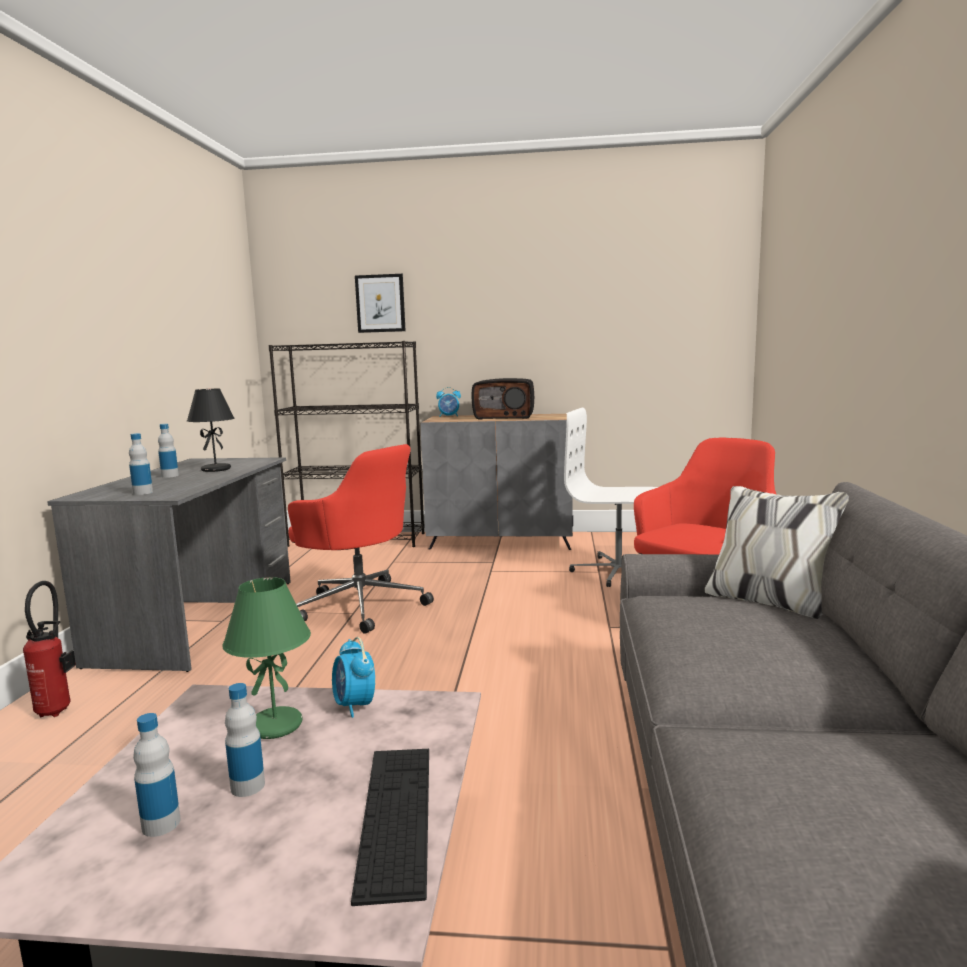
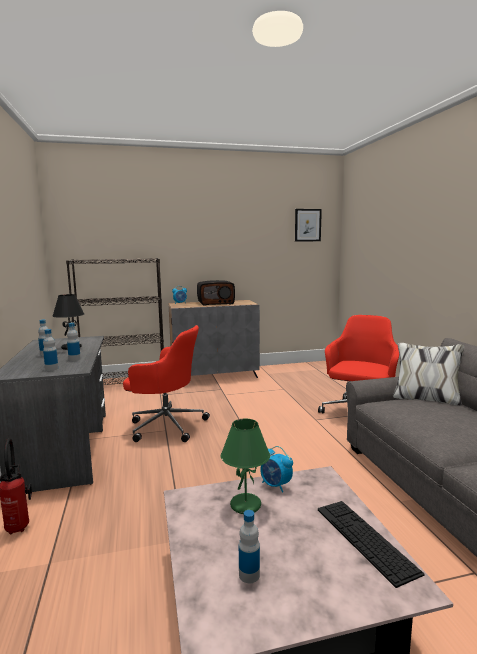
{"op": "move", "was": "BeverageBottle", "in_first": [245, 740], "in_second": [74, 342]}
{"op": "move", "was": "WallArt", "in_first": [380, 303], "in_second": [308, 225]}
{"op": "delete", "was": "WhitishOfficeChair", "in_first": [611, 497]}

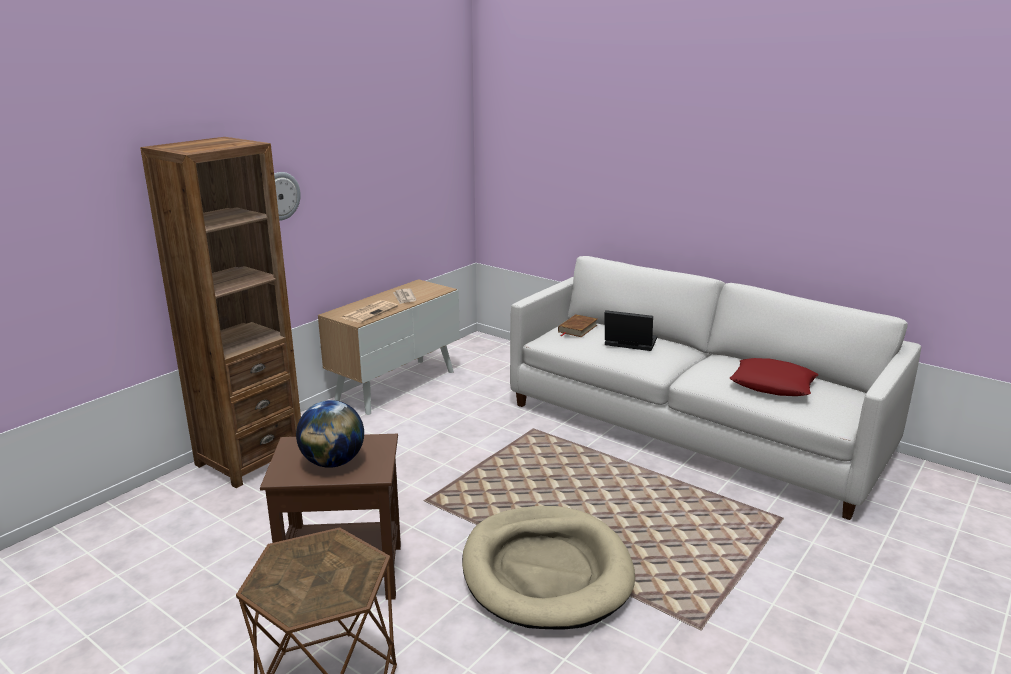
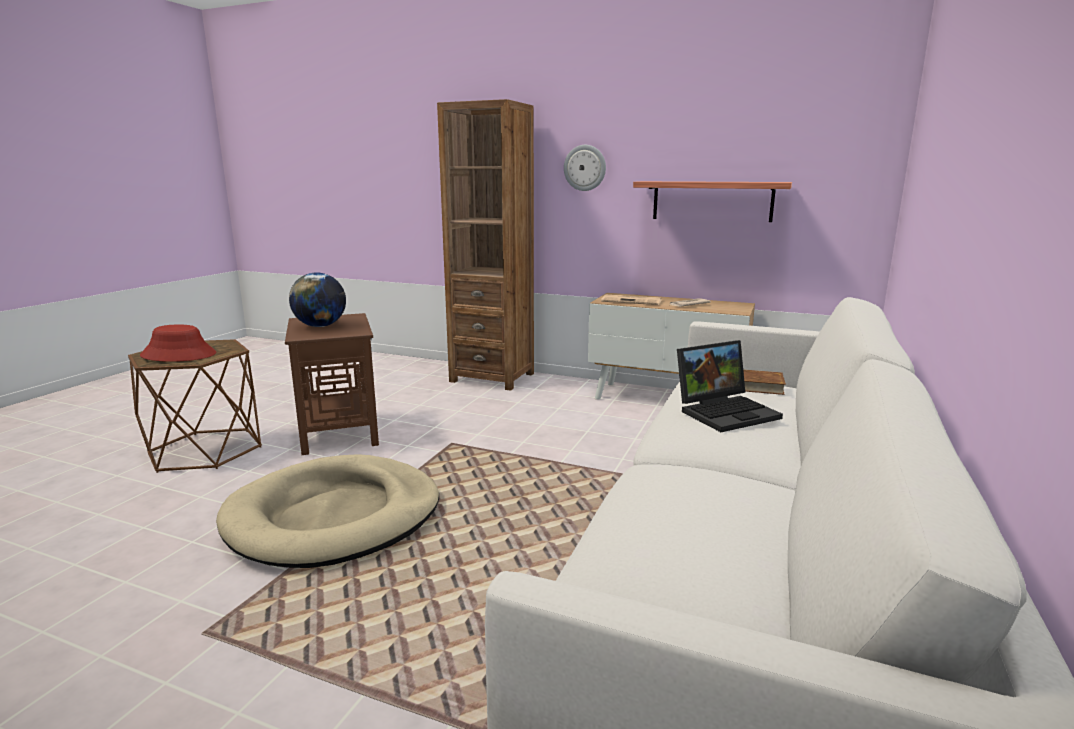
{"op": "insert", "now": "RedWearableHat", "in_second": [178, 343]}
{"op": "insert", "now": "Shelf", "in_second": [712, 201]}
{"op": "rotate", "was": "Laptop", "in_first": [630, 330], "in_second": [730, 386], "clockwise": 60}
{"op": "delete", "was": "RedPillow", "in_first": [774, 377]}

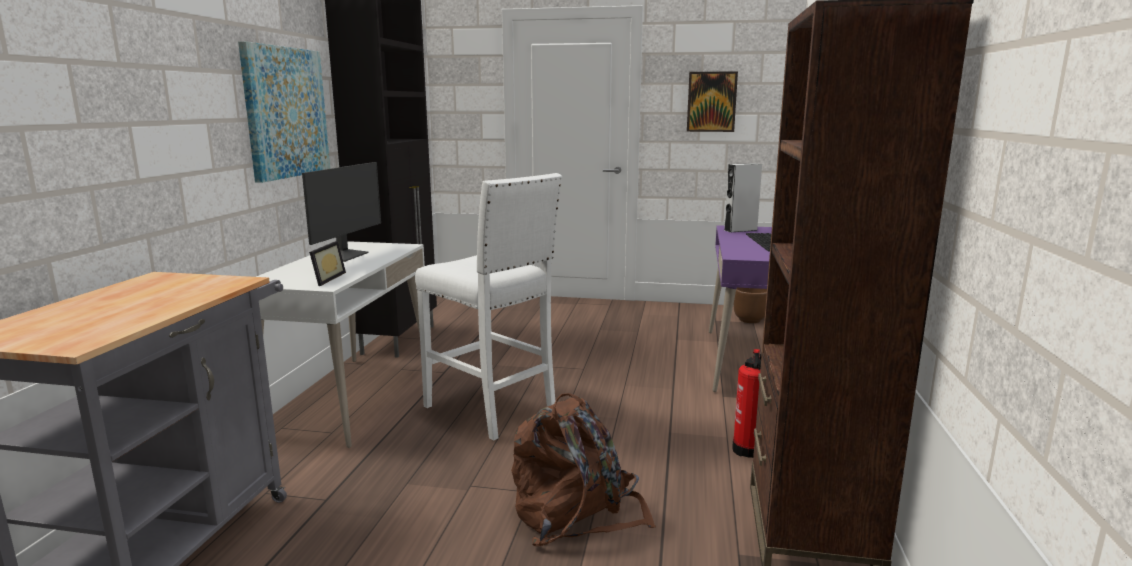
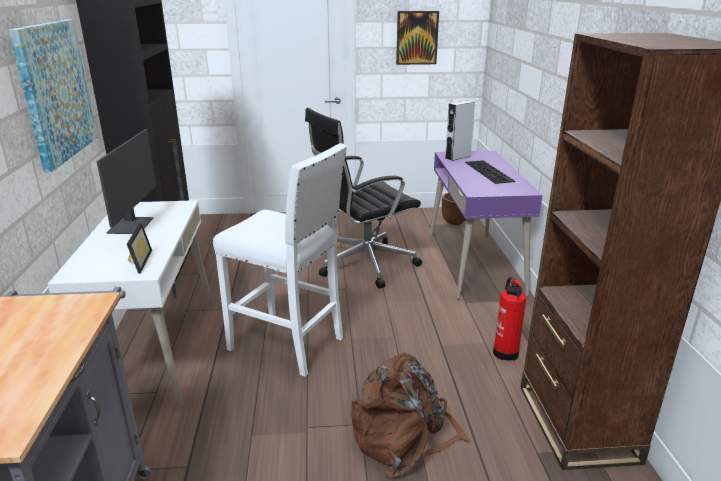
{"op": "insert", "now": "BlackColouredOfficeChair", "in_second": [363, 198]}

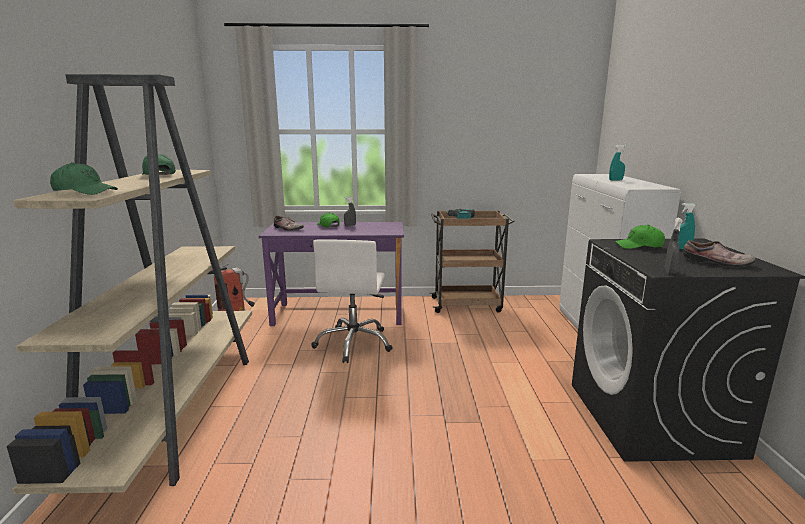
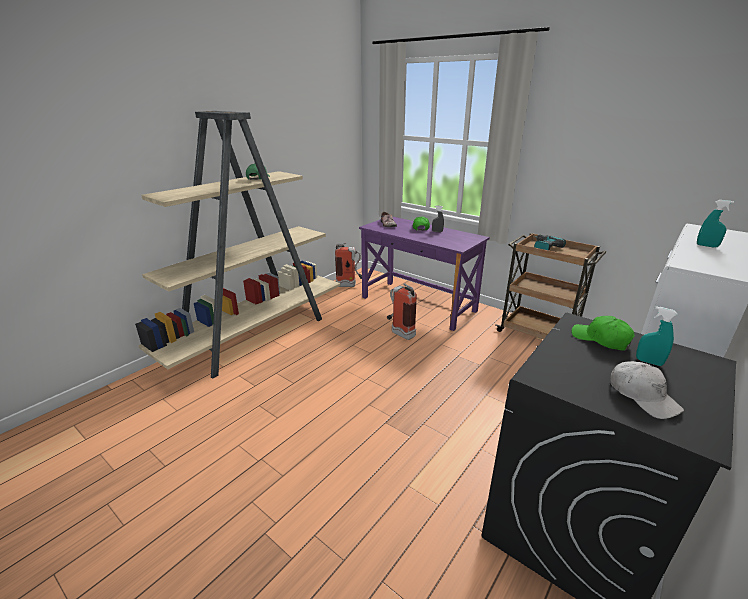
{"op": "replace", "was": "WhitishOfficeChair", "now": "FireExtinguisher", "in_first": [352, 301], "in_second": [402, 311]}
{"op": "replace", "was": "ItemOfFootwear", "now": "WhitishBaseballCap", "in_first": [719, 253], "in_second": [647, 390]}
{"op": "delete", "was": "GreenishBaseballCap", "in_first": [84, 178]}
{"op": "delete", "was": "GraySprayBottle", "in_first": [674, 246]}

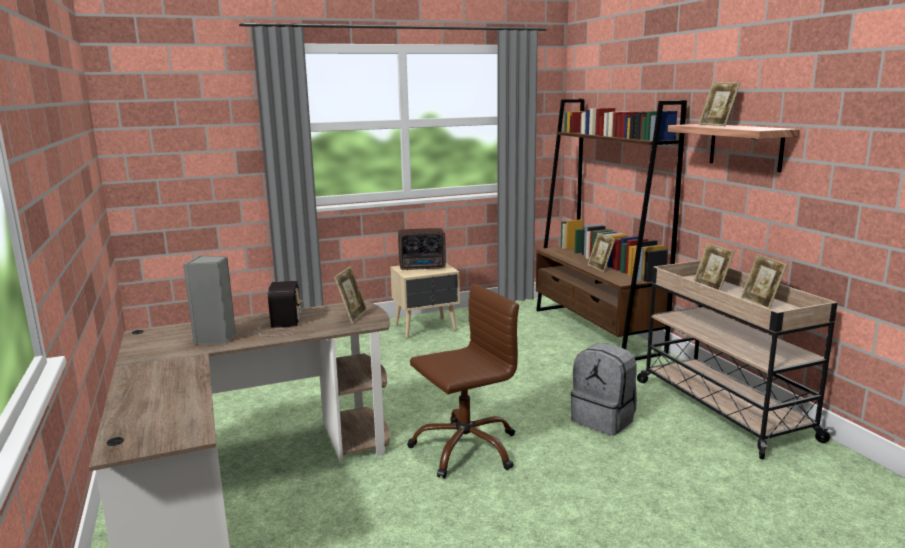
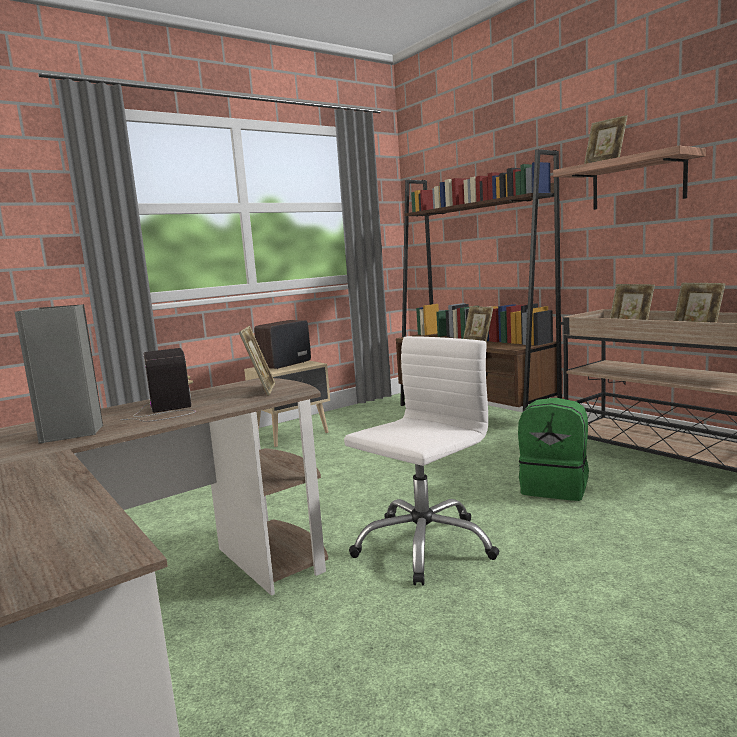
{"op": "rotate", "was": "RadioReceiver", "in_first": [422, 249], "in_second": [282, 344], "clockwise": 150}
{"op": "recolor", "was": "BrownishOfficeChair", "now": "WhitishOfficeChair", "in_first": [463, 381], "in_second": [422, 460]}
{"op": "recolor", "was": "GrayRucksack", "now": "GreenishRucksack", "in_first": [604, 389], "in_second": [553, 449]}

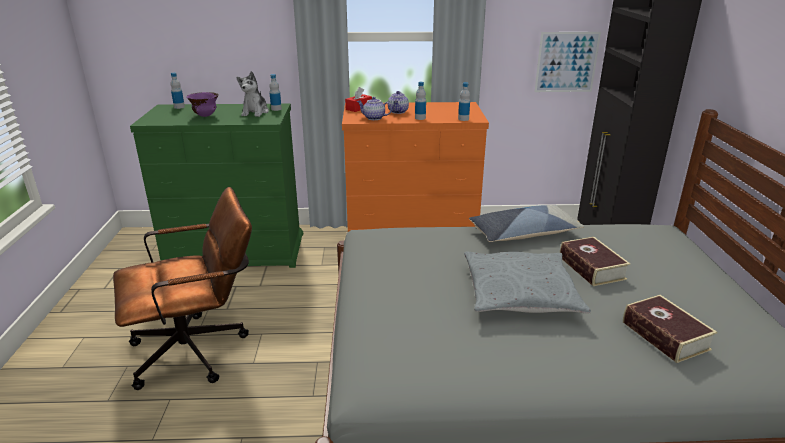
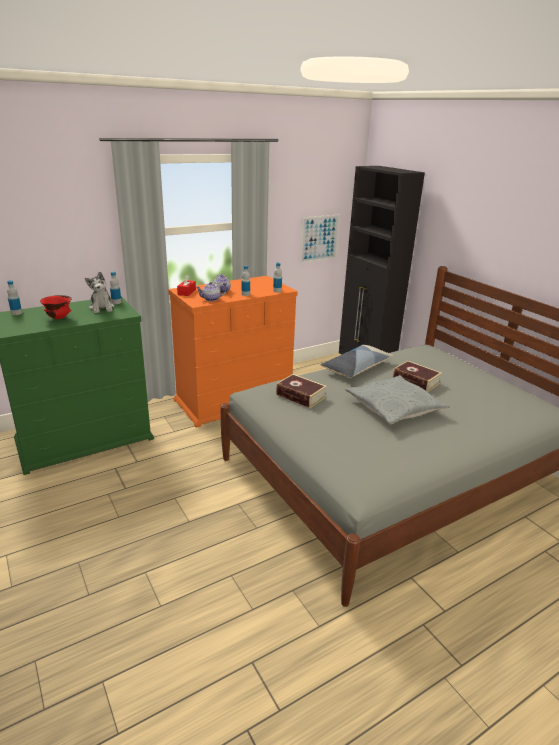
{"op": "recolor", "was": "PurpleColouredBowl", "now": "RedBowl", "in_first": [202, 104], "in_second": [56, 307]}
{"op": "move", "was": "Volume", "in_first": [670, 329], "in_second": [301, 391]}
{"op": "delete", "was": "BrownishOfficeChair", "in_first": [182, 288]}

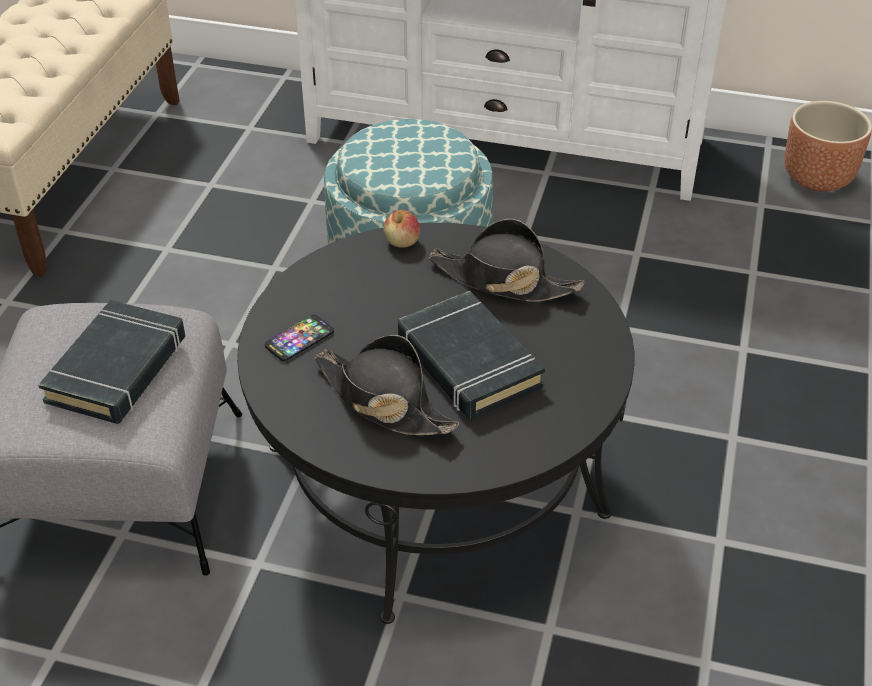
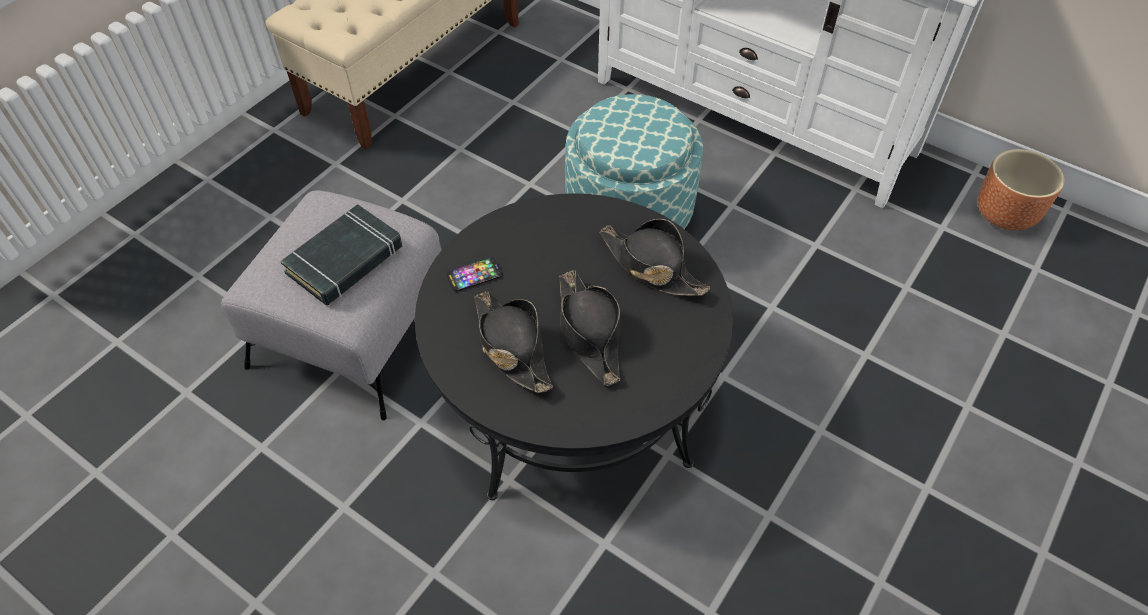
{"op": "replace", "was": "BlackColouredVolume", "now": "BlackColouredWearableHat", "in_first": [471, 355], "in_second": [589, 328]}
{"op": "delete", "was": "Apple", "in_first": [402, 229]}

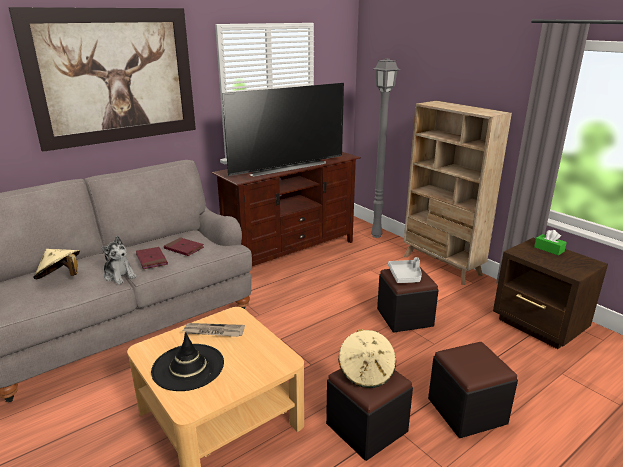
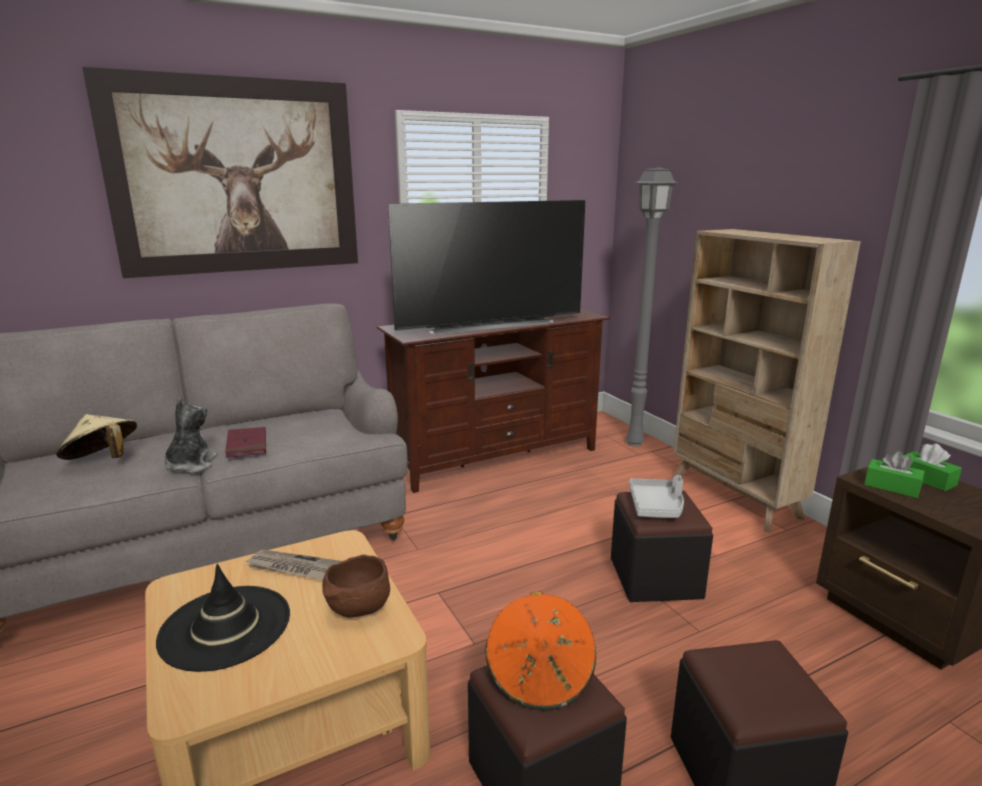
{"op": "rotate", "was": "CuddlyToy", "in_first": [119, 260], "in_second": [191, 435], "clockwise": -135}
{"op": "insert", "now": "BrownishBowl", "in_second": [356, 585]}
{"op": "recolor", "was": "SandColouredWearableHat", "now": "OrangeWearableHat", "in_first": [367, 358], "in_second": [540, 651]}
{"op": "insert", "now": "GreenishTissueHolder", "in_second": [894, 474]}
{"op": "delete", "was": "RedVolume", "in_first": [184, 246]}

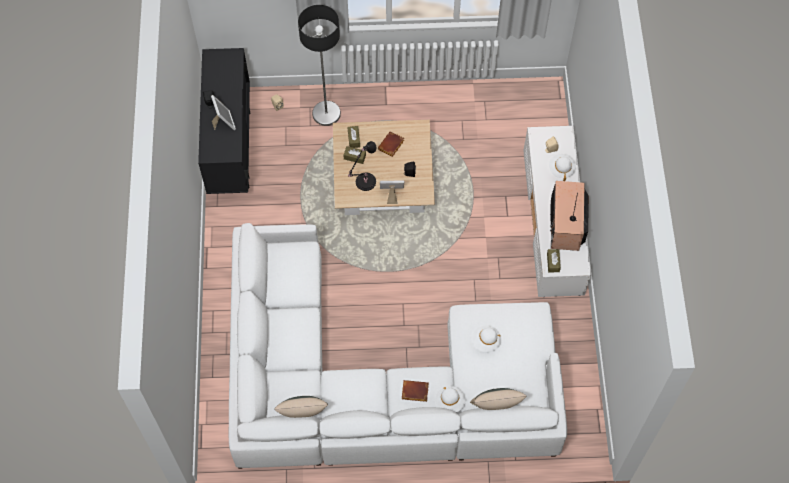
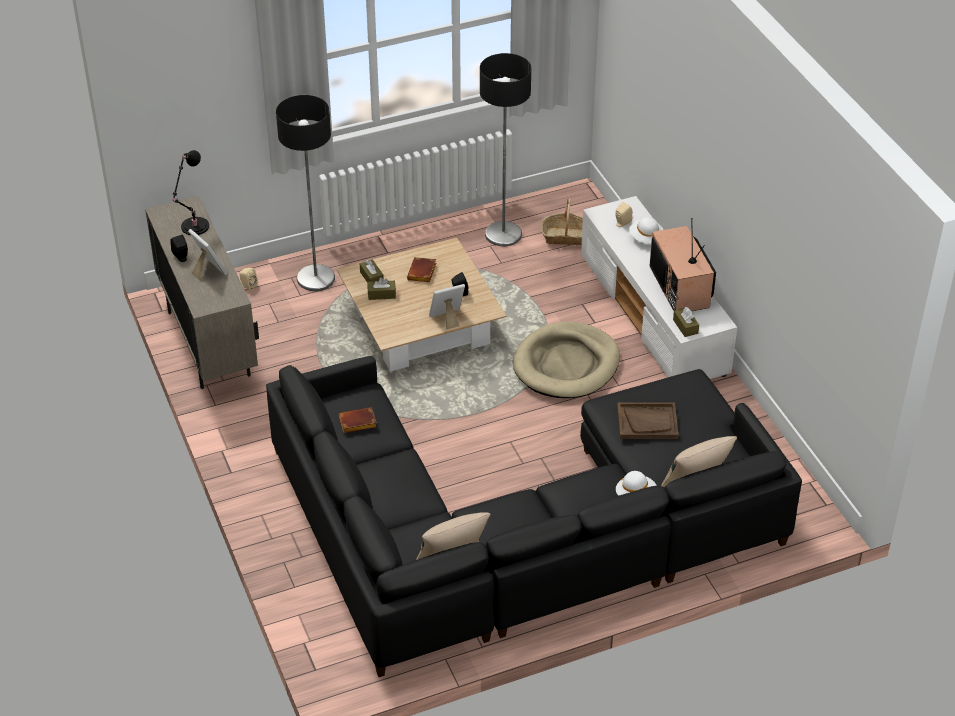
{"op": "recolor", "was": "BlackColouredStorageCabinet", "now": "SandColouredStorageCabinet", "in_first": [224, 121], "in_second": [202, 292]}
{"op": "move", "was": "BlackColouredTableLamp", "in_first": [362, 166], "in_second": [190, 192]}
{"op": "recolor", "was": "WhitishCouch", "now": "BlackColouredCouch", "in_first": [398, 346], "in_second": [534, 516]}
{"op": "move", "was": "BrownishVolume", "in_first": [415, 391], "in_second": [358, 420]}
{"op": "insert", "now": "StandardLamp", "in_second": [505, 149]}
{"op": "insert", "now": "SandColouredDogBed", "in_second": [566, 359]}
{"op": "insert", "now": "Basket", "in_second": [562, 221]}
{"op": "replace", "was": "WhitishWearableHat", "now": "BrownishTray", "in_first": [486, 339], "in_second": [648, 421]}

